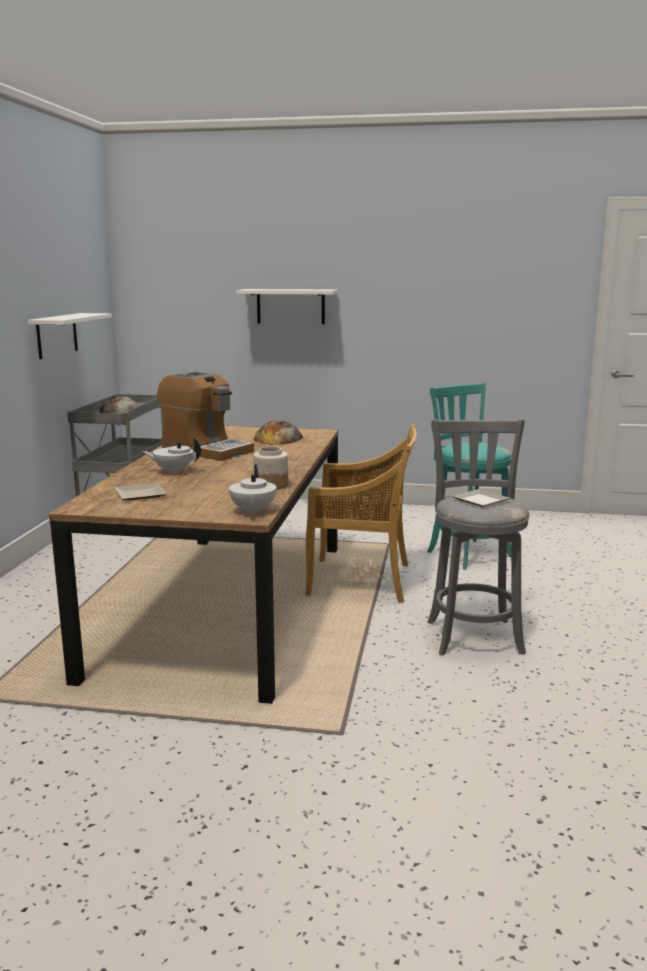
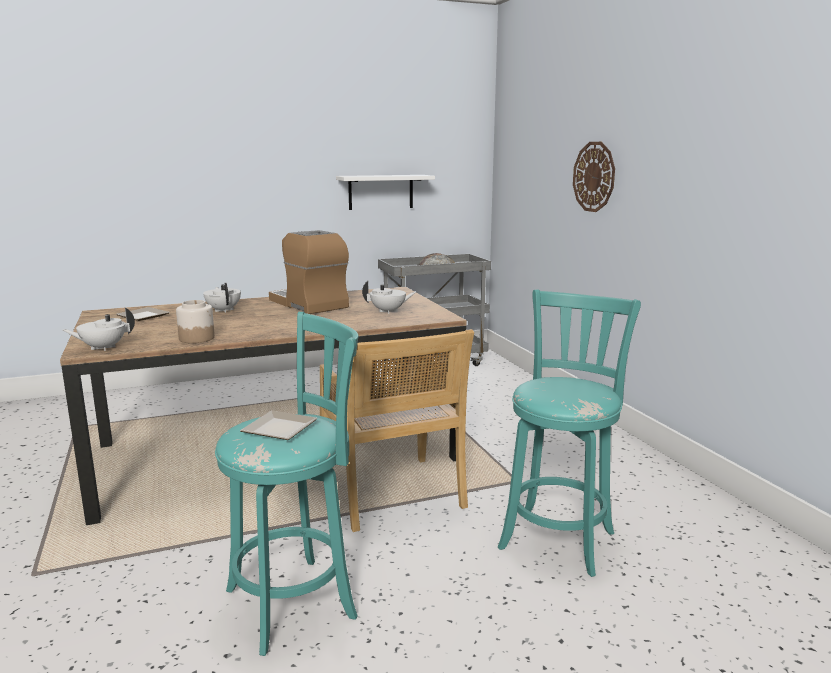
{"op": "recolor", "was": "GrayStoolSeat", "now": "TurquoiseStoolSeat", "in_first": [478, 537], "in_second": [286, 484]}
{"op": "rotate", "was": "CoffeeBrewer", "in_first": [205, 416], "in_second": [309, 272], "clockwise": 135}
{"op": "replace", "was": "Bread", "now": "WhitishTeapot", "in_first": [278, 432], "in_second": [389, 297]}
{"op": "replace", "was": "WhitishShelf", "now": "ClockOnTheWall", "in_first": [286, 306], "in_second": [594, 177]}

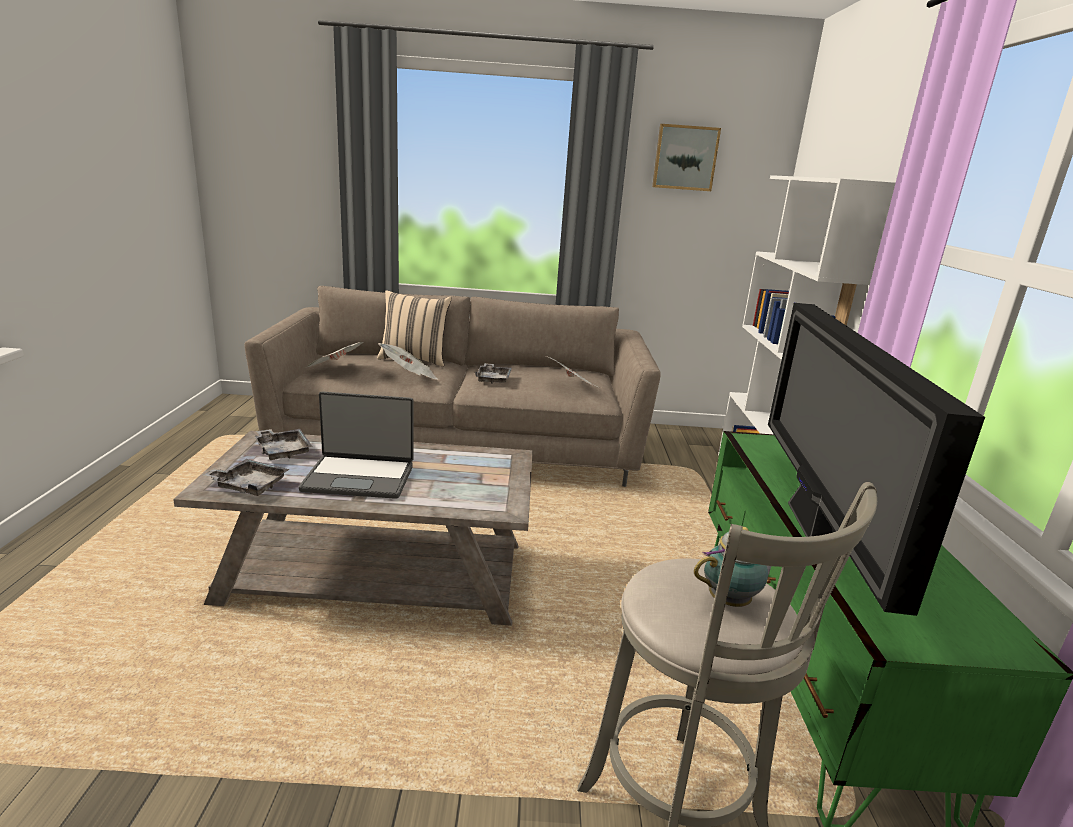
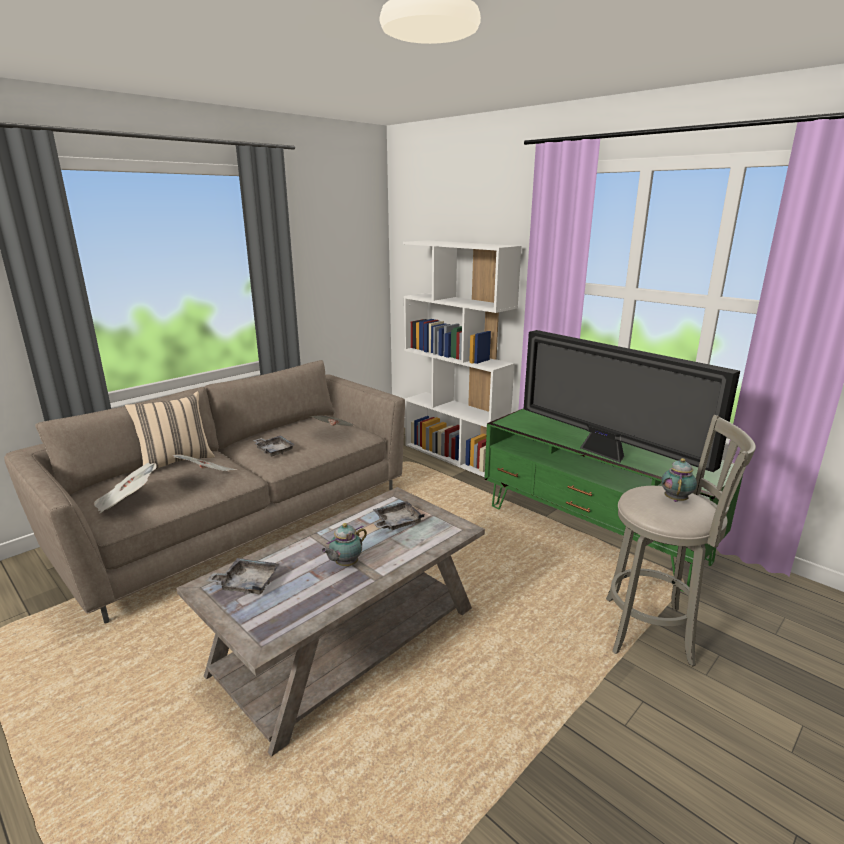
{"op": "replace", "was": "Laptop", "now": "Teapot", "in_first": [356, 445], "in_second": [344, 544]}
{"op": "move", "was": "GrayTray", "in_first": [246, 477], "in_second": [398, 515]}
{"op": "delete", "was": "WallArt", "in_first": [686, 157]}

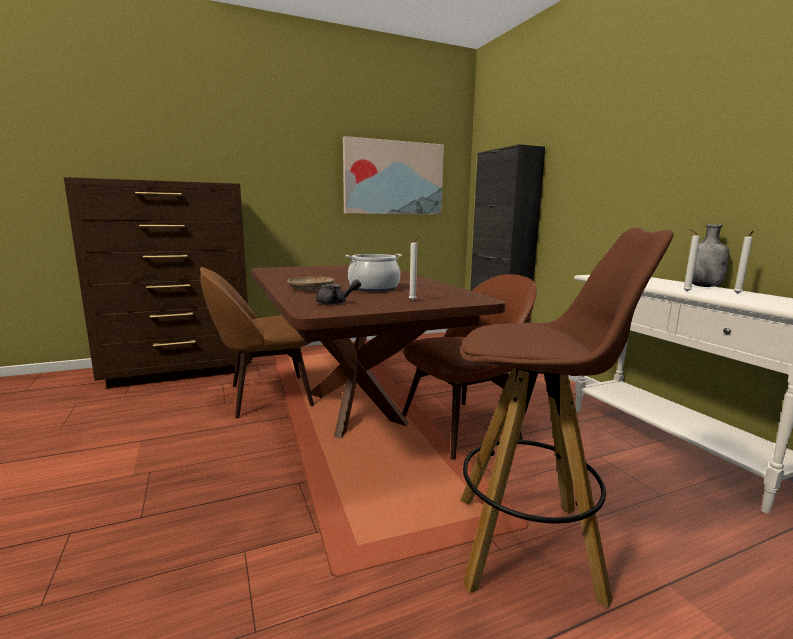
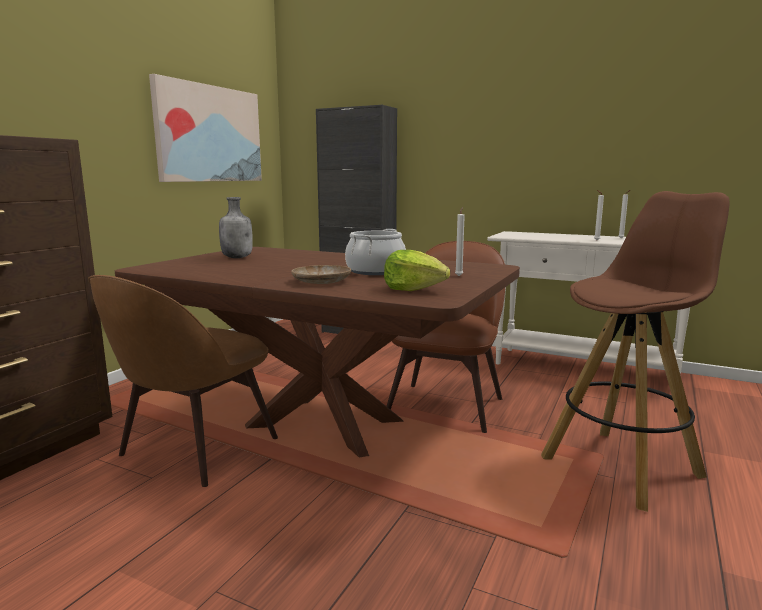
{"op": "move", "was": "GrayBeverageBottle", "in_first": [710, 255], "in_second": [236, 227]}
{"op": "replace", "was": "GrayTeapot", "now": "Lettuce", "in_first": [338, 292], "in_second": [417, 270]}

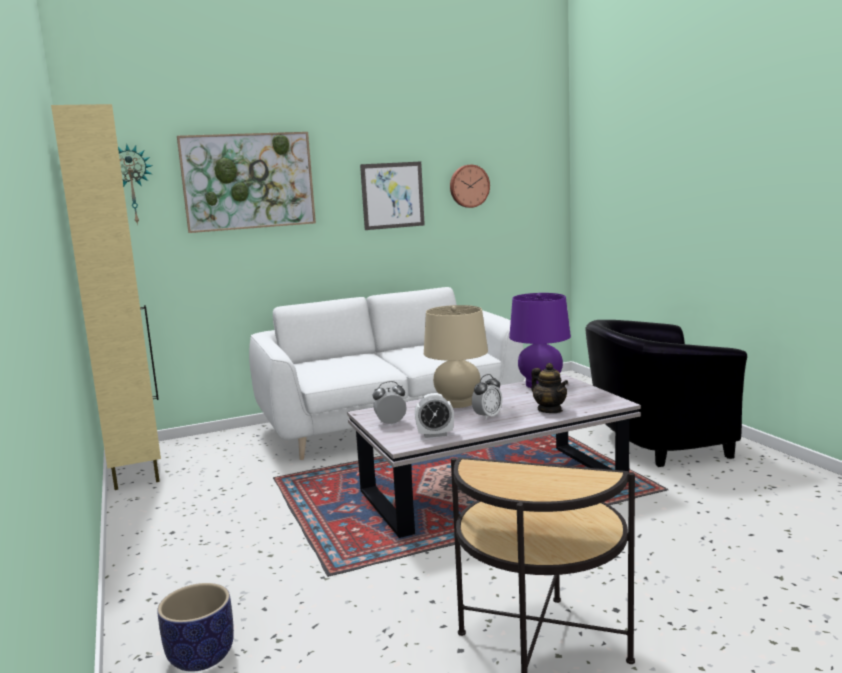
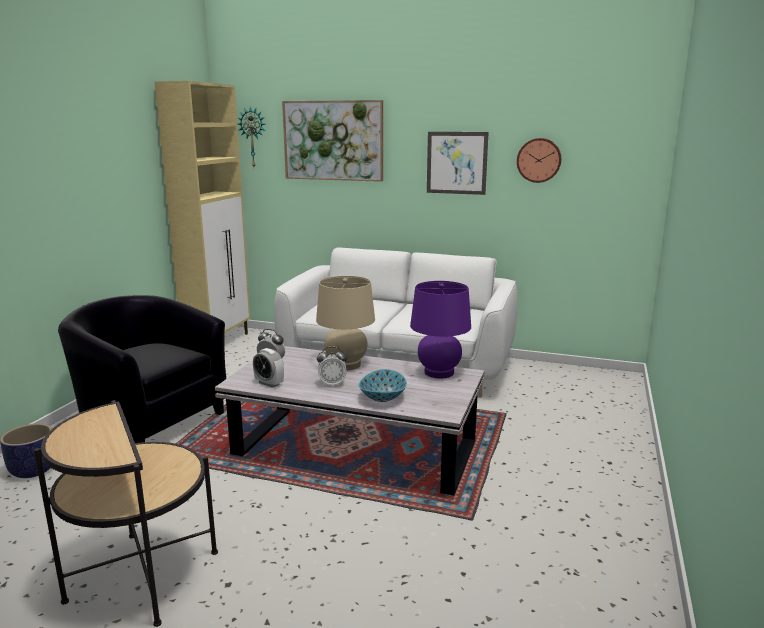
{"op": "move", "was": "BlackColouredArmchair", "in_first": [666, 393], "in_second": [142, 369]}
{"op": "replace", "was": "Teapot", "now": "Bowl", "in_first": [549, 388], "in_second": [383, 385]}

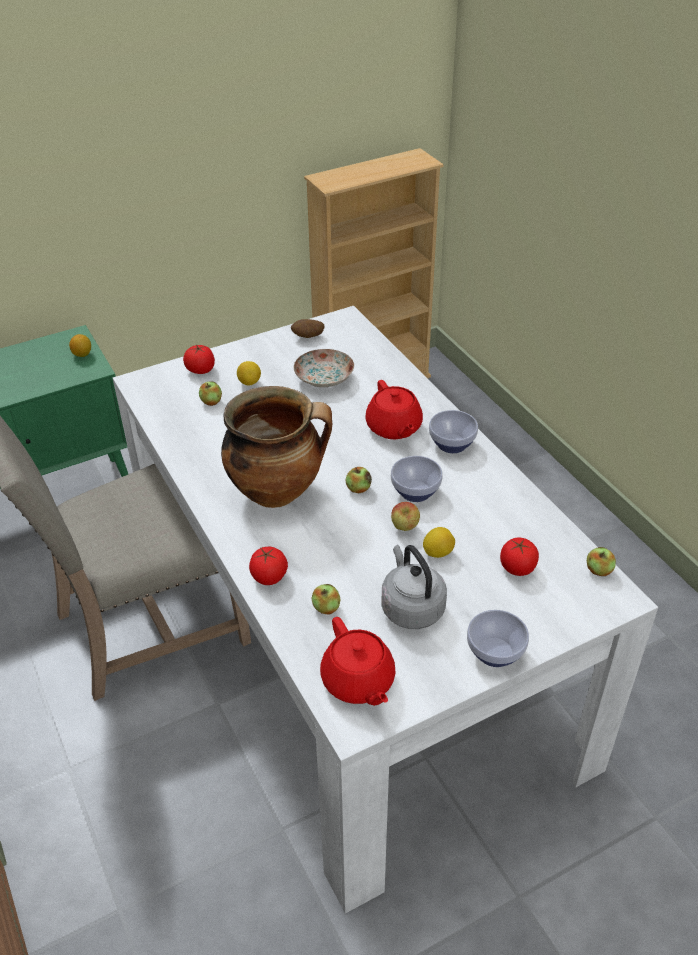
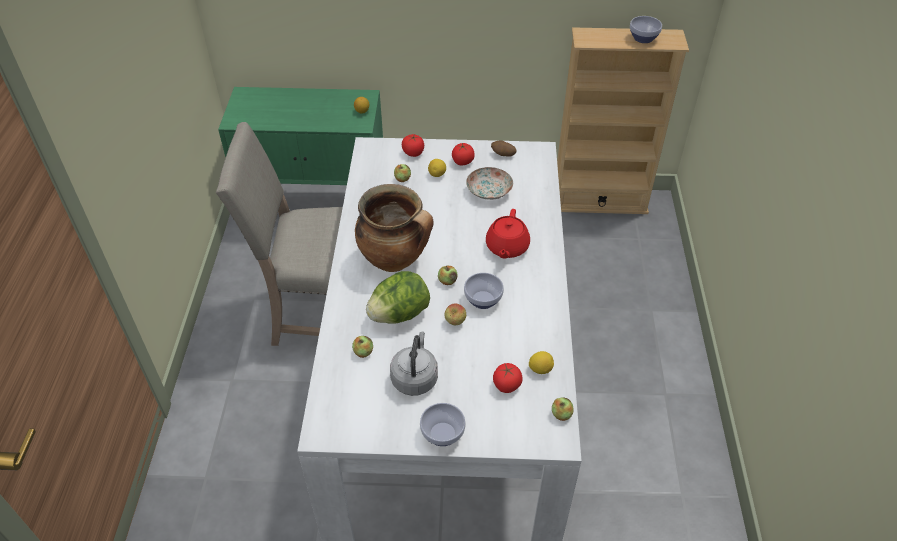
{"op": "insert", "now": "Lettuce", "in_second": [398, 297]}
{"op": "move", "was": "FreshTomato", "in_first": [268, 566], "in_second": [463, 154]}
{"op": "move", "was": "CitrusFruit", "in_first": [439, 542], "in_second": [541, 362]}
{"op": "move", "was": "Bowl", "in_first": [453, 431], "in_second": [646, 29]}
{"op": "delete", "was": "RedTeapot", "in_first": [358, 661]}

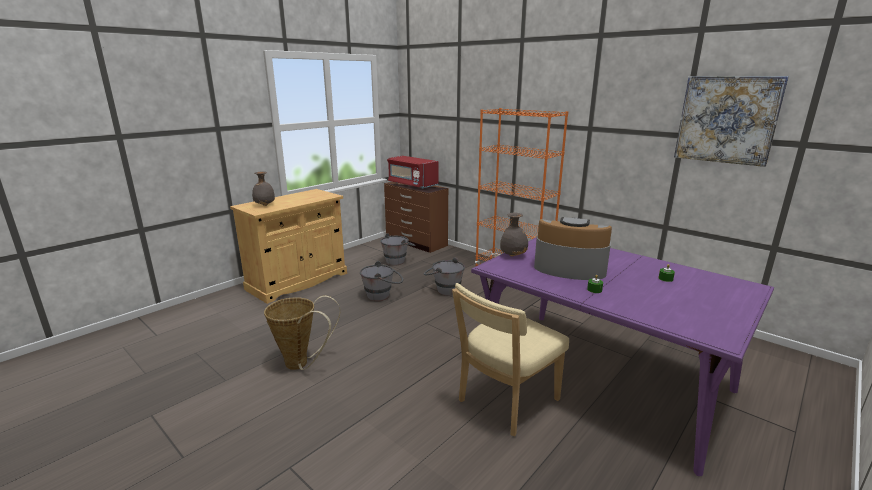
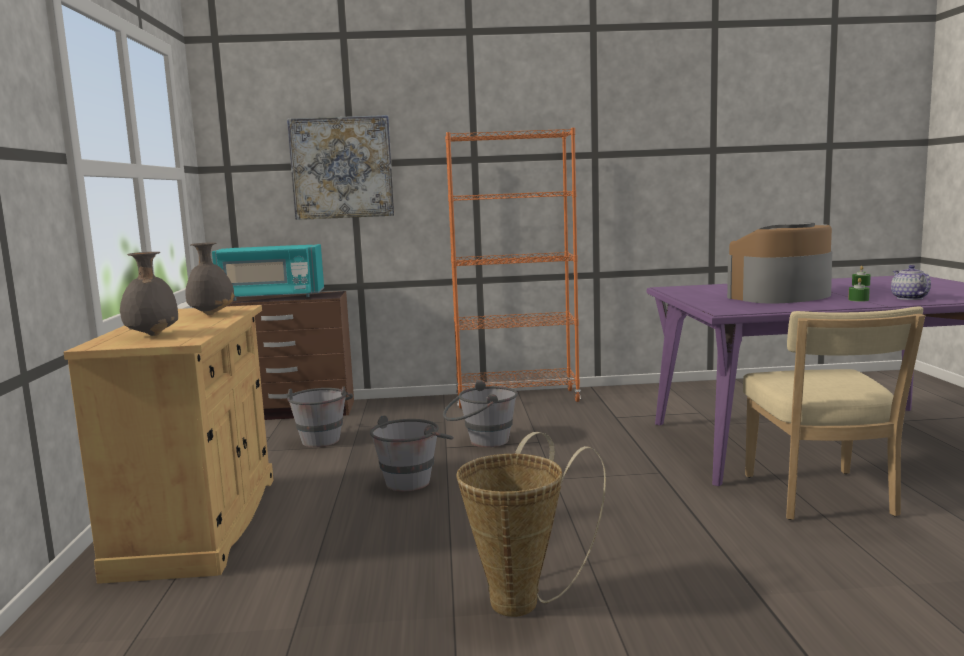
{"op": "move", "was": "GrayVase", "in_first": [514, 234], "in_second": [210, 278]}
{"op": "recolor", "was": "RedKitchenMicrowave", "now": "TurquoiseKitchenMicrowave", "in_first": [413, 172], "in_second": [268, 272]}
{"op": "move", "was": "WallArt", "in_first": [731, 121], "in_second": [340, 167]}
{"op": "insert", "now": "Teapot", "in_second": [911, 282]}

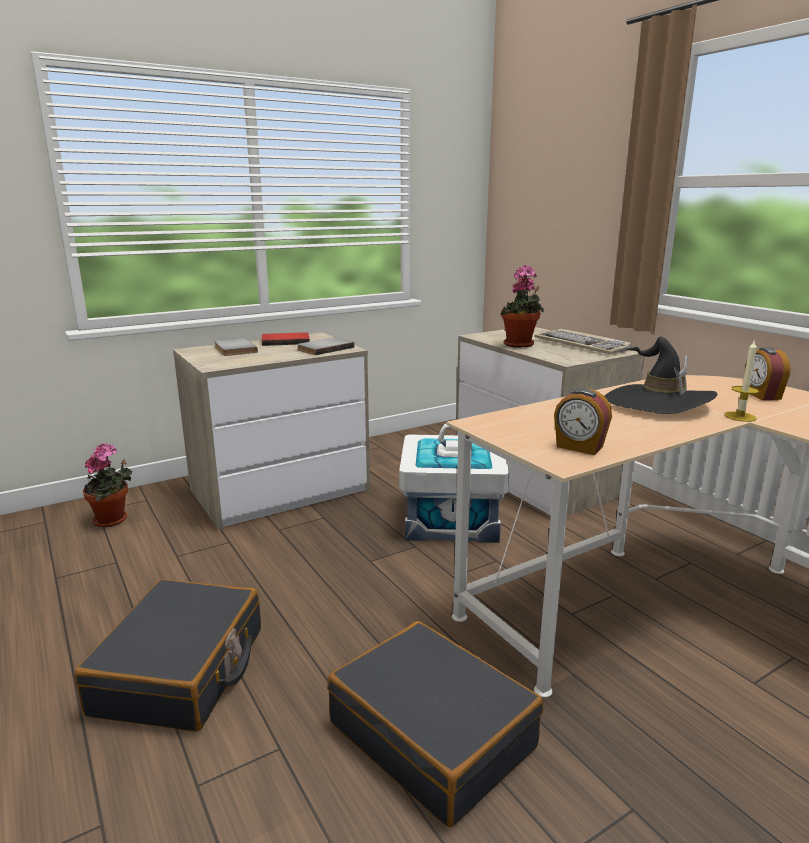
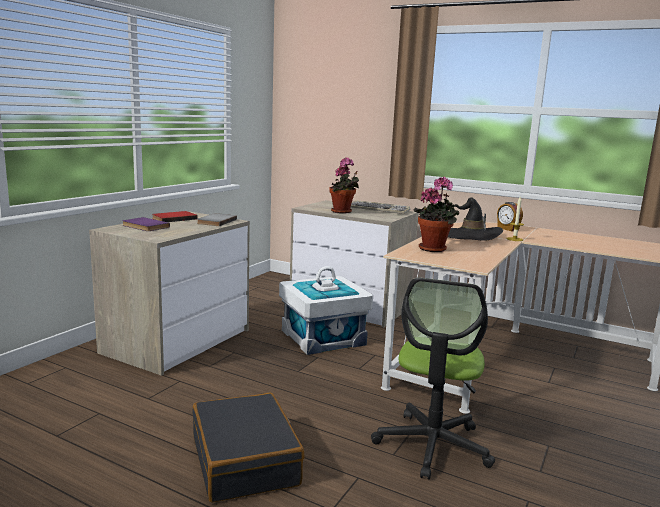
{"op": "recolor", "was": "GrayVolume", "now": "PurpleColouredVolume", "in_first": [236, 347], "in_second": [146, 224]}
{"op": "replace", "was": "BlackColouredPieceOfLuggage", "now": "OfficeChair", "in_first": [435, 724], "in_second": [433, 379]}
{"op": "move", "was": "PlantInAPot", "in_first": [107, 485], "in_second": [436, 214]}
{"op": "delete", "was": "AlarmClock", "in_first": [583, 421]}

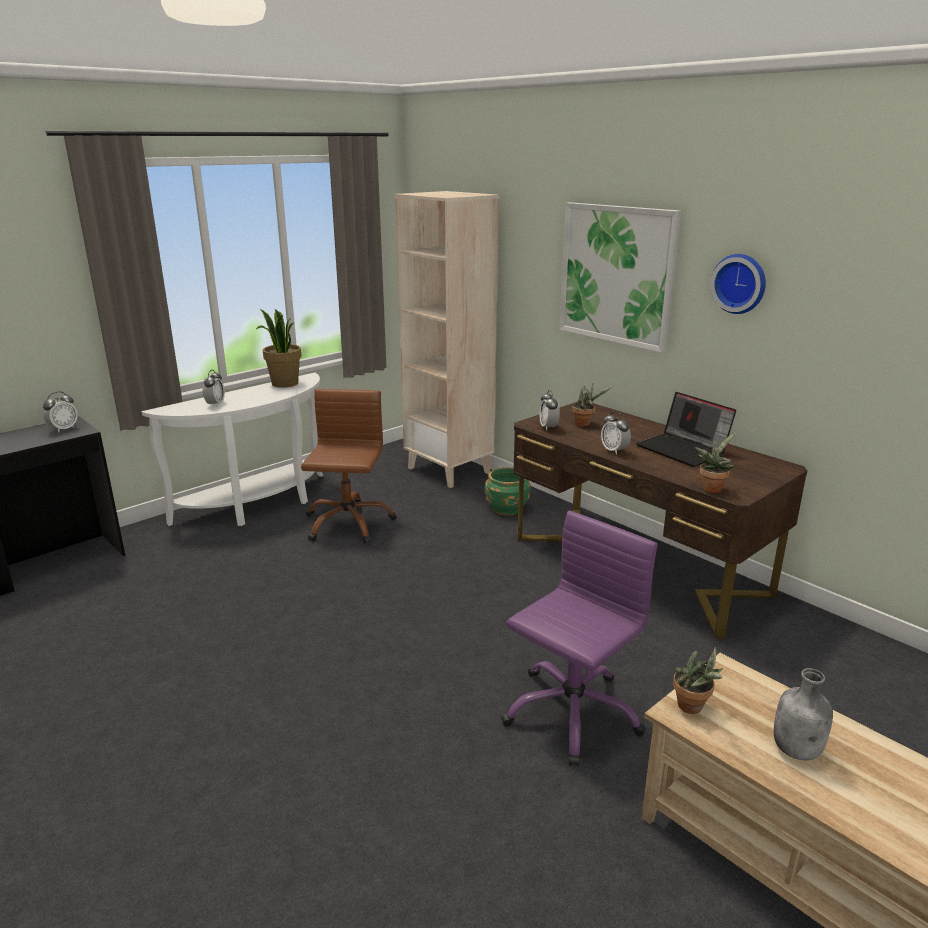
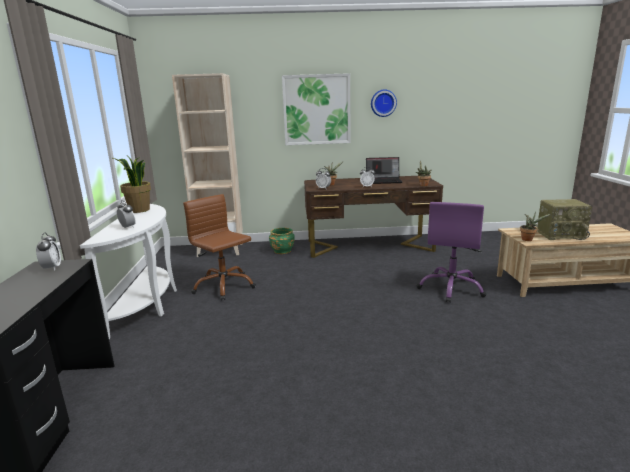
{"op": "rotate", "was": "PurpleColouredOfficeChair", "in_first": [579, 639], "in_second": [451, 252], "clockwise": -150}
{"op": "replace", "was": "GrayBeverageBottle", "now": "RadioReceiver", "in_first": [803, 714], "in_second": [564, 219]}

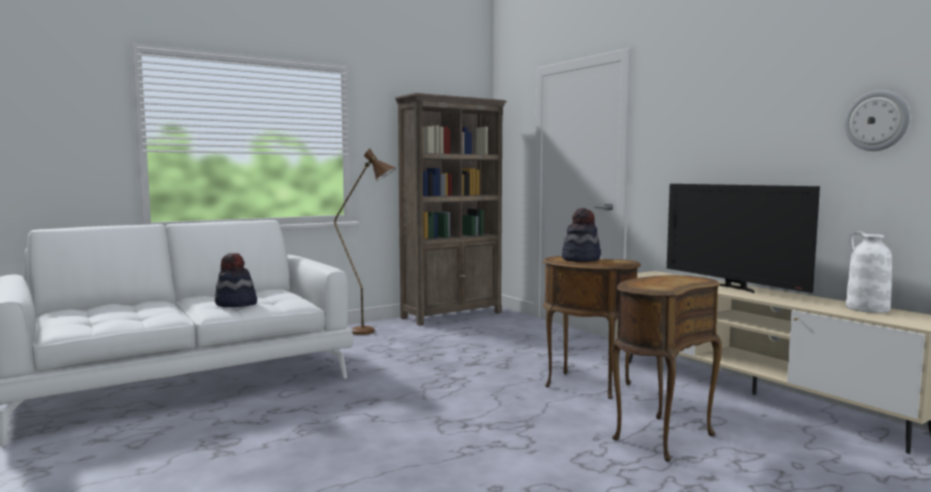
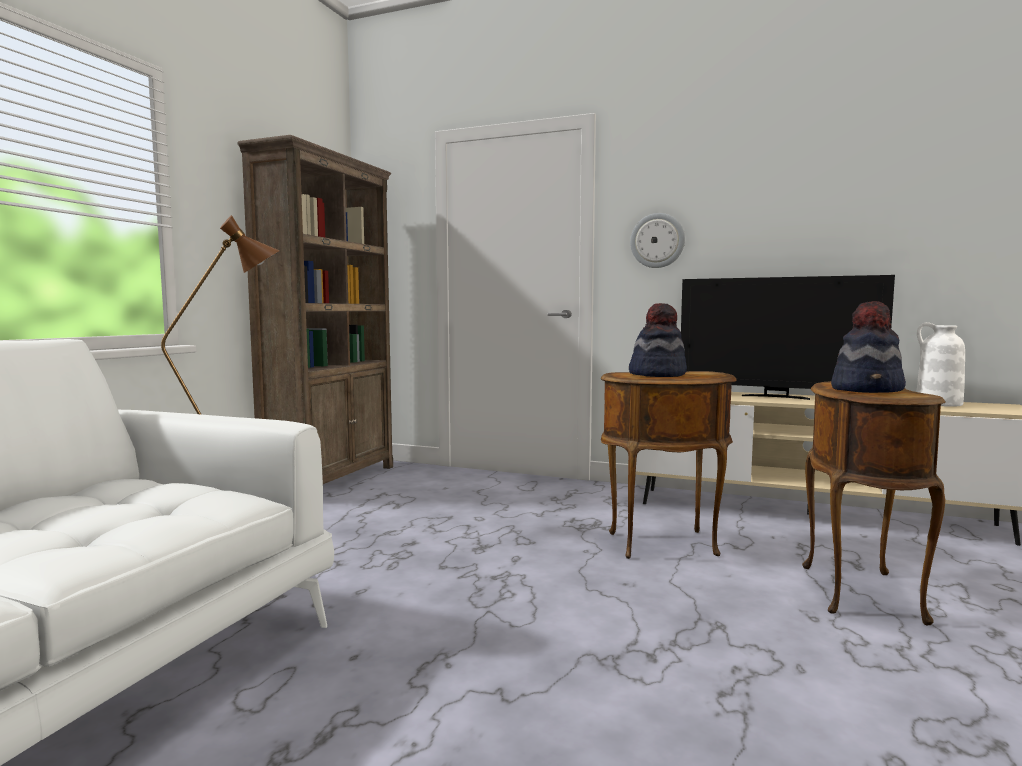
{"op": "move", "was": "ClockOnTheWall", "in_first": [877, 120], "in_second": [657, 240]}
{"op": "move", "was": "WearableHat", "in_first": [236, 280], "in_second": [868, 347]}

